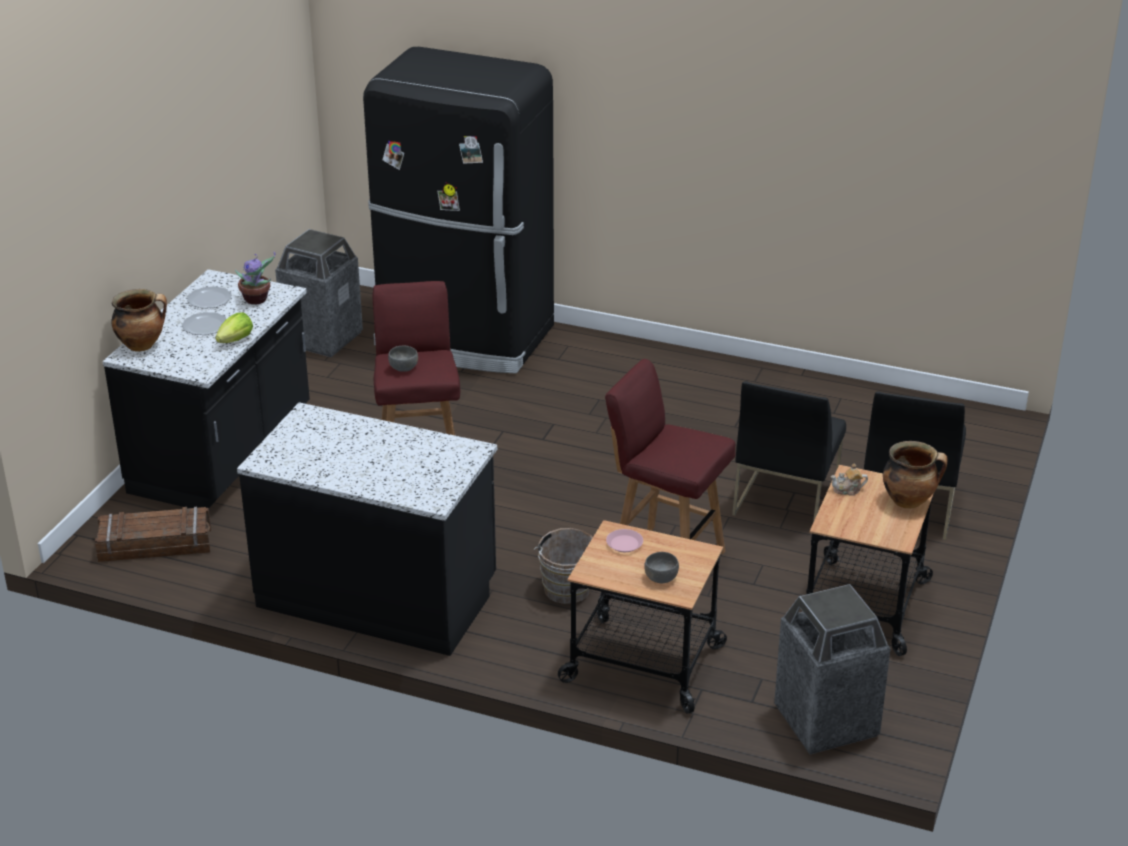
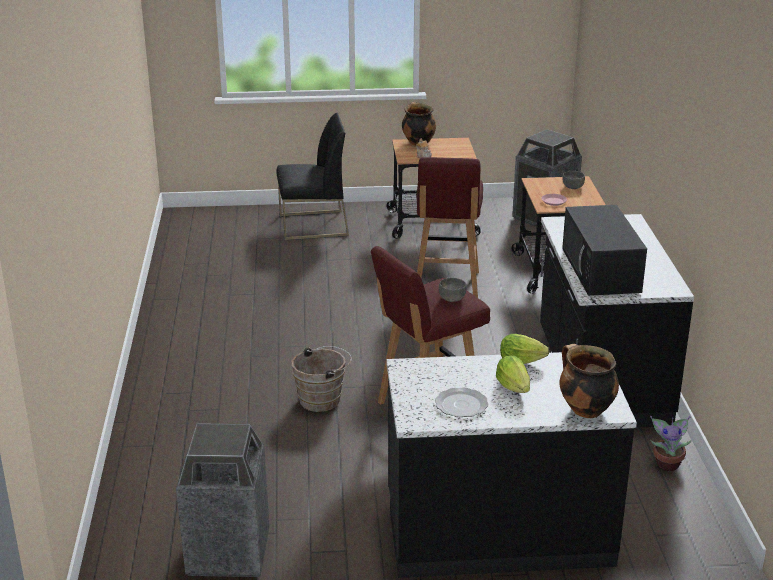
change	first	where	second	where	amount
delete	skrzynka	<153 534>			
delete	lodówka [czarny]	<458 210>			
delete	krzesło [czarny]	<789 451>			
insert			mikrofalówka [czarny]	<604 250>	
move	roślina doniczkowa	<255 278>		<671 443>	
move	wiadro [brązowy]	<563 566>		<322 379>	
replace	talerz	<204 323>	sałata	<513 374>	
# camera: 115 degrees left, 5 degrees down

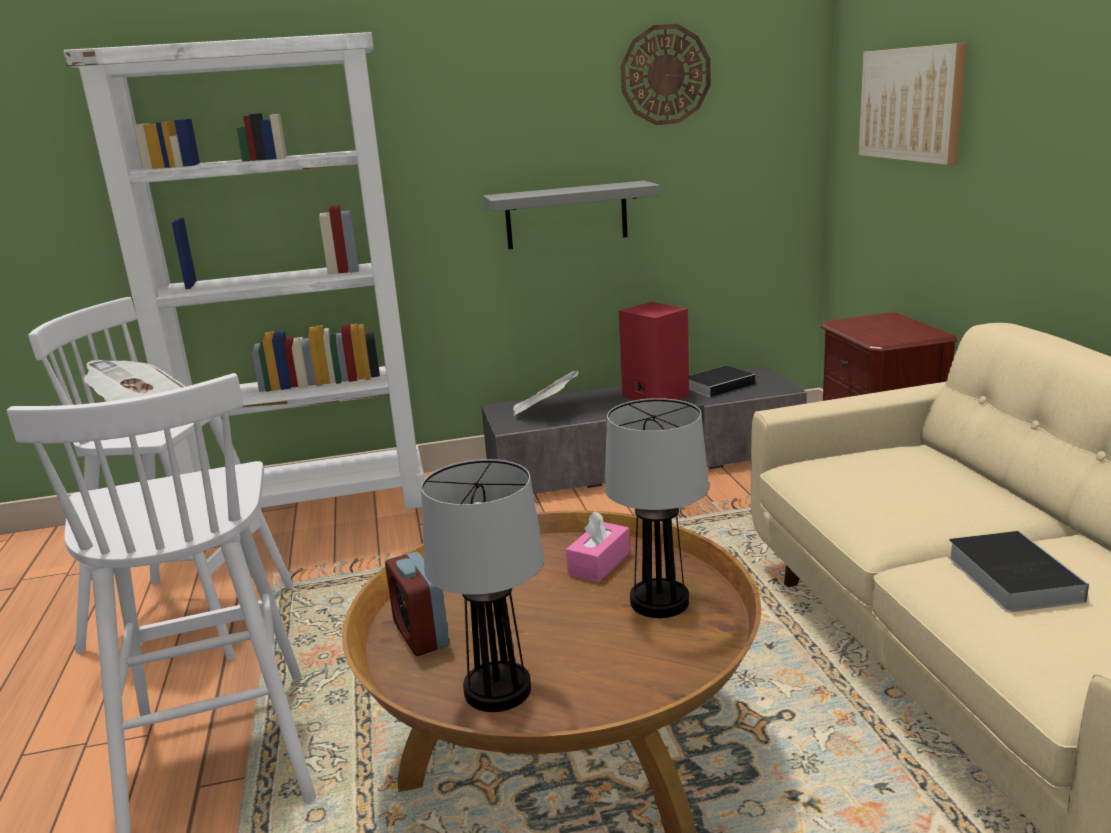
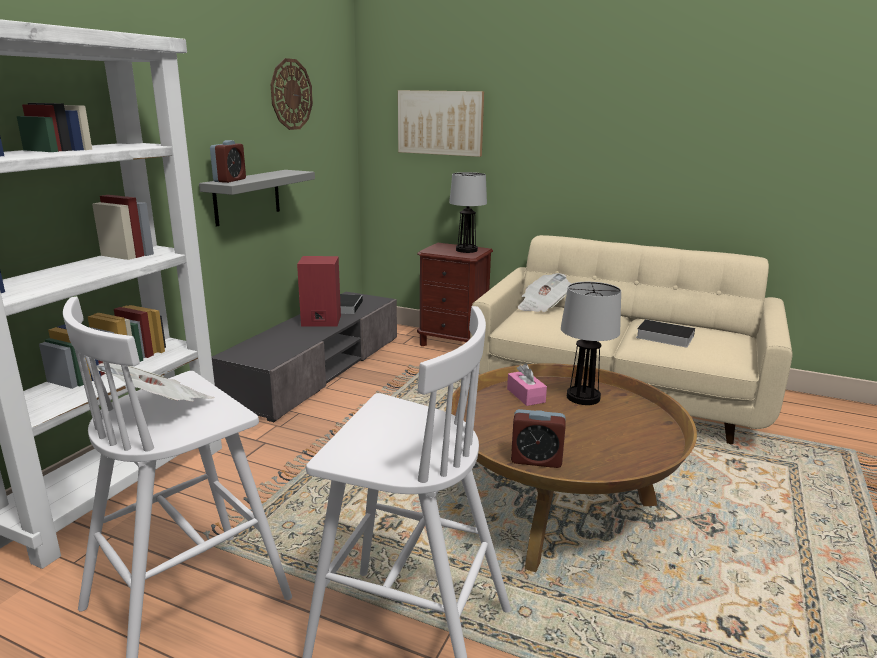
change	first	where	second	where	amount
insert			budzik	<228 161>	
move	lampa stołowa	<482 585>		<468 212>	
move	gazeta	<546 393>		<544 292>	
# camera: 55 degrees left, 0 degrees up

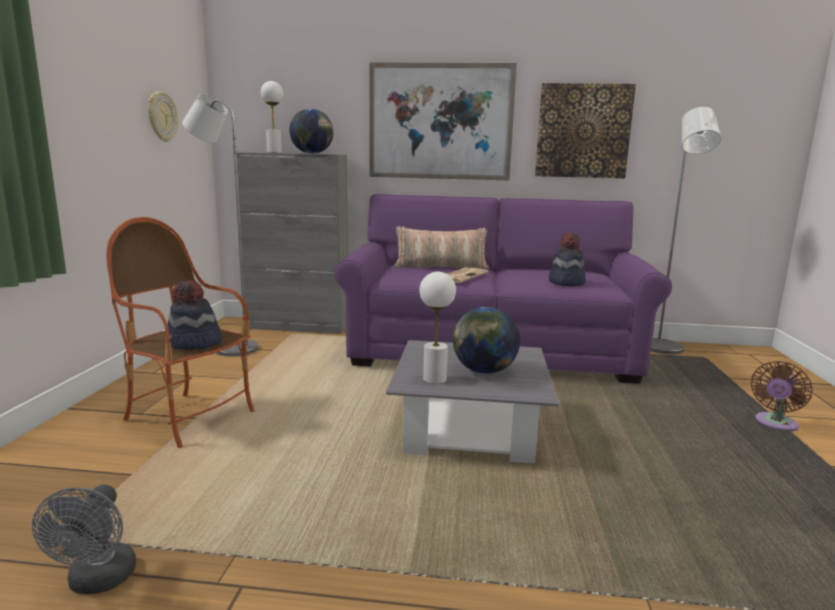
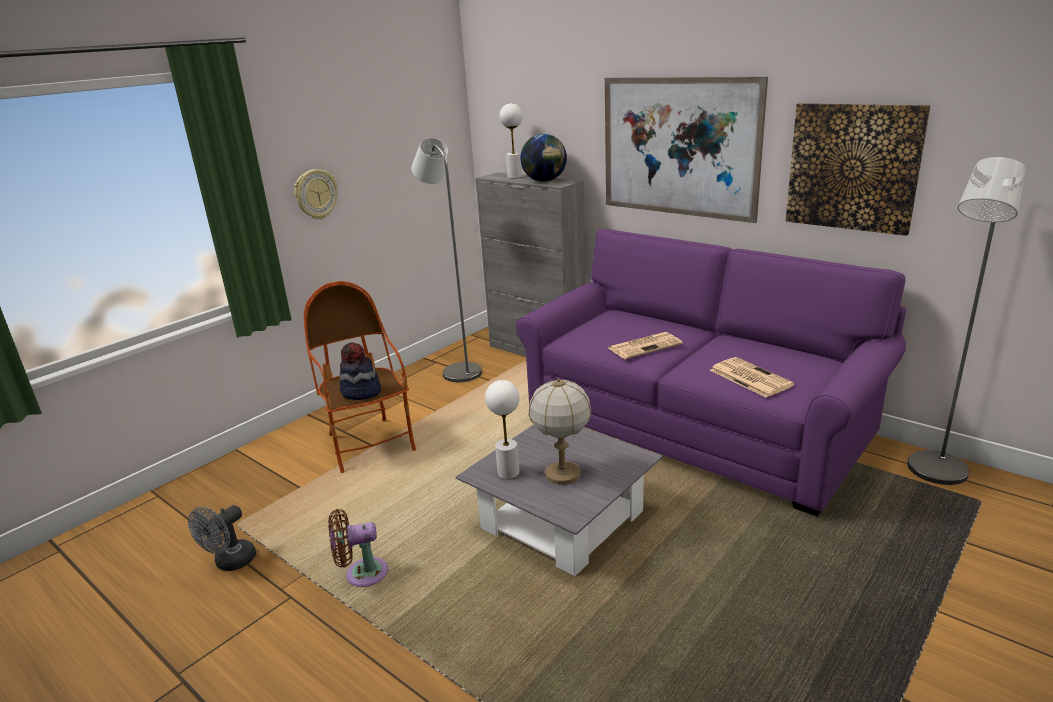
change	first	where	second	where	amount
delete	poduszka	<441 247>			
move	zegar ścienny	<163 116>		<316 194>	
move	wentylator [brązowy]	<781 396>		<358 548>	
replace	globus	<486 340>	lampa stołowa	<560 431>	
replace	kapelusz	<567 259>	gazeta	<752 377>	
# camera: 35 degrees right, 10 degrees up

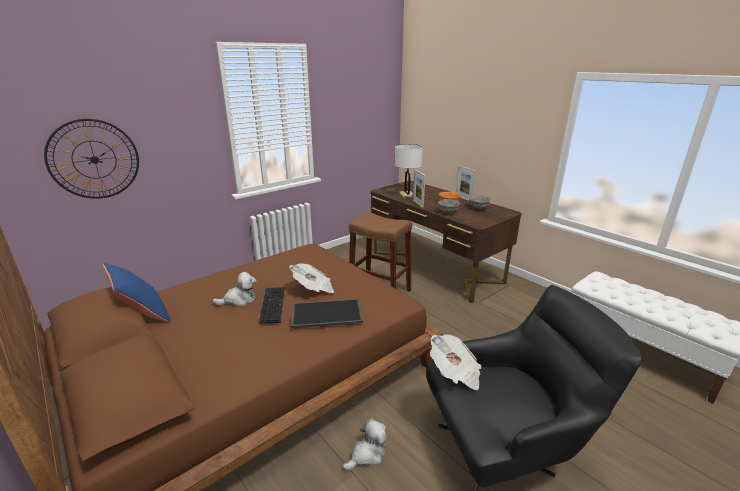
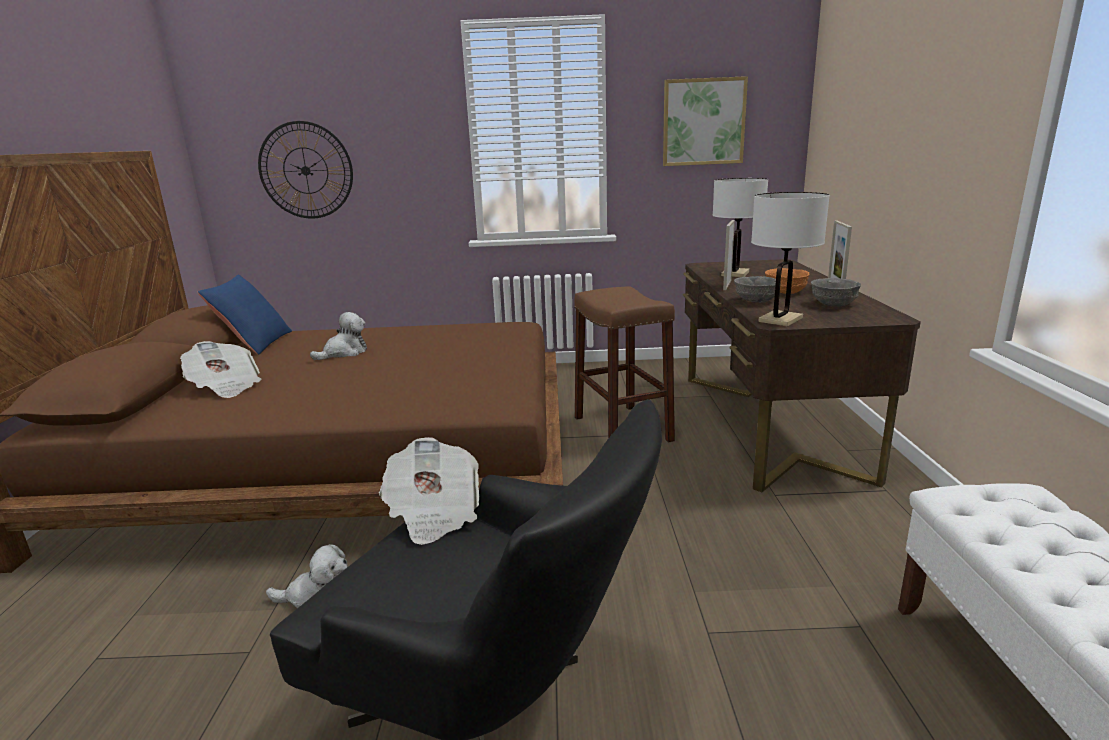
change	first	where	second	where	amount
delete	klawiatura	<272 305>			
delete	taca	<327 314>			
insert			obraz	<705 121>	
insert			lampa stołowa [biały]	<790 259>	
move	gazeta	<311 278>		<220 369>	
rotate	pluszak	<234 289>		<338 336>	60 degrees counterclockwise
# camera: 40 degrees right, 5 degrees down

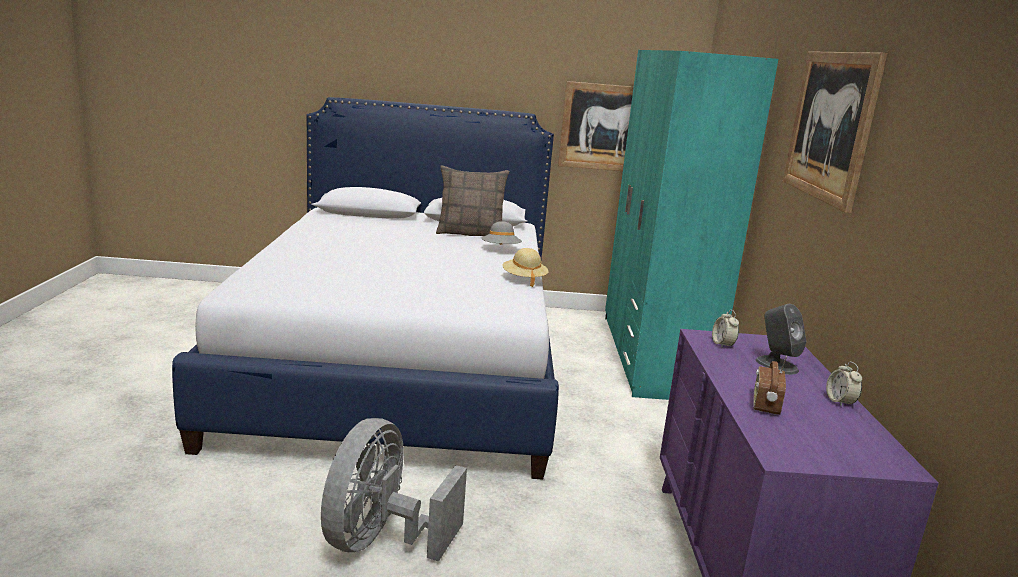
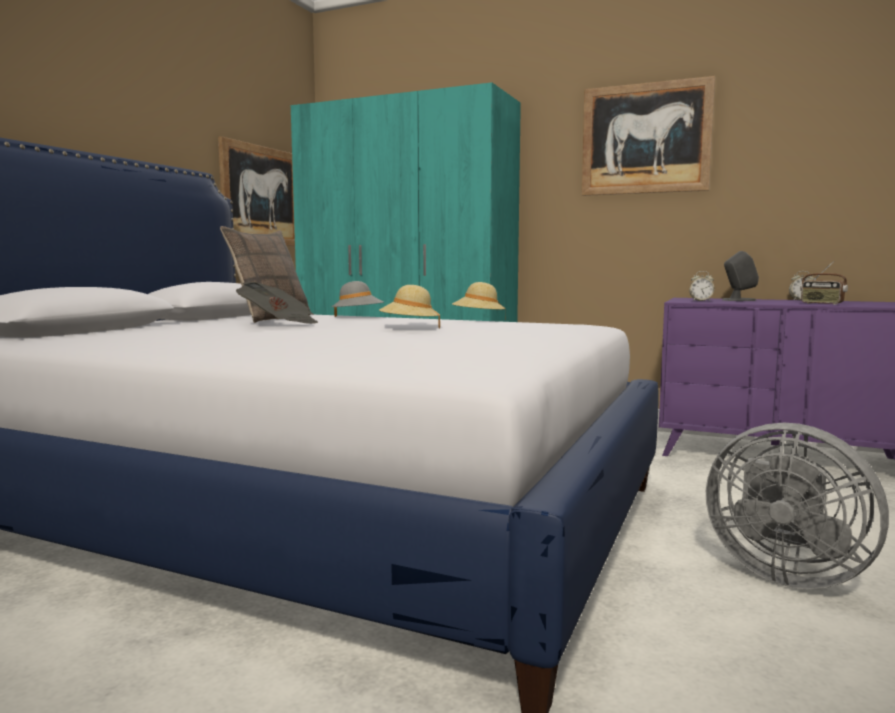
change	first	where	second	where	amount
insert			gazeta	<277 303>	
insert			kapelusz [beżowy]	<409 307>	
# camera: 65 degrees left, 10 degrees down

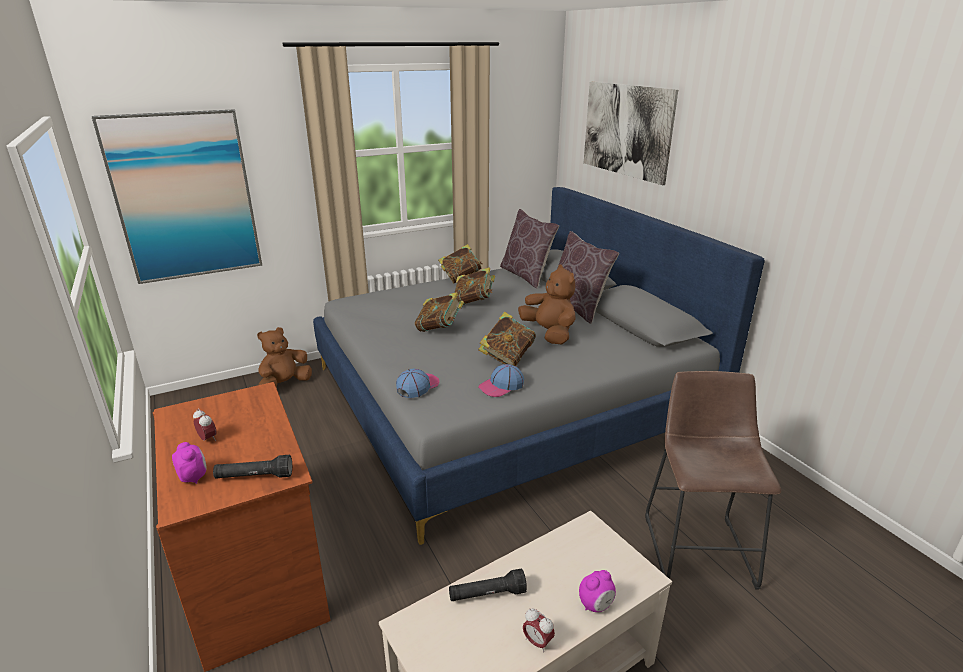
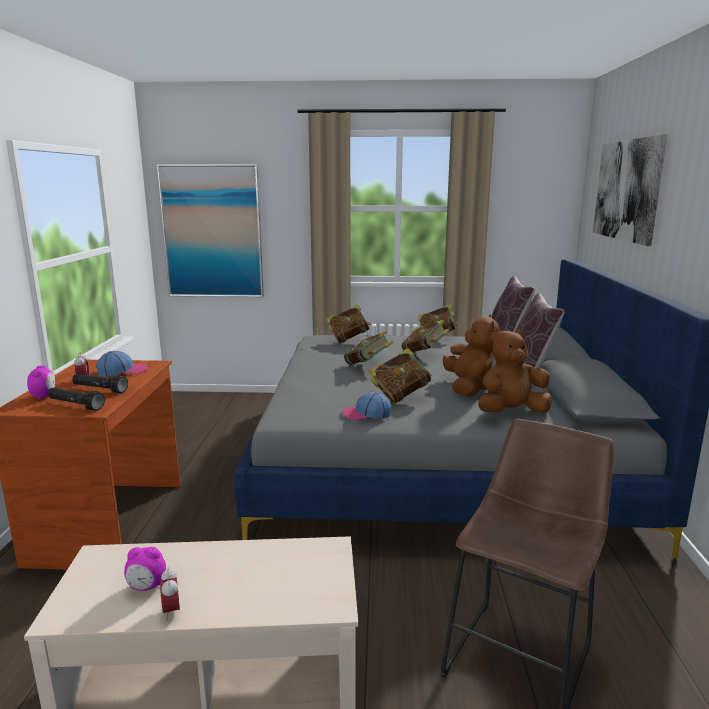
change	first	where	second	where	amount
insert			książka	<349 324>	
move	pluszak [brązowy]	<284 357>		<515 370>	
move	czapka z daszkiem	<417 383>		<121 363>	
move	latarka [czarny]	<488 585>		<100 383>	
move	budzik	<597 591>		<145 569>	
# camera: 30 degrees right, 10 degrees down

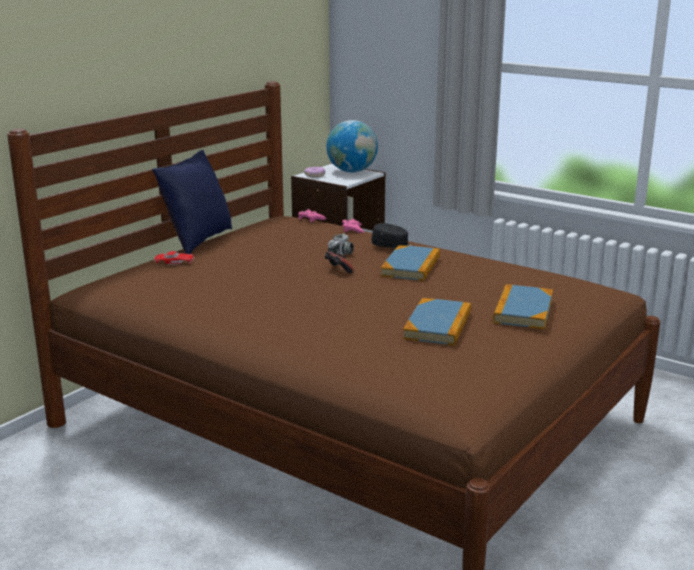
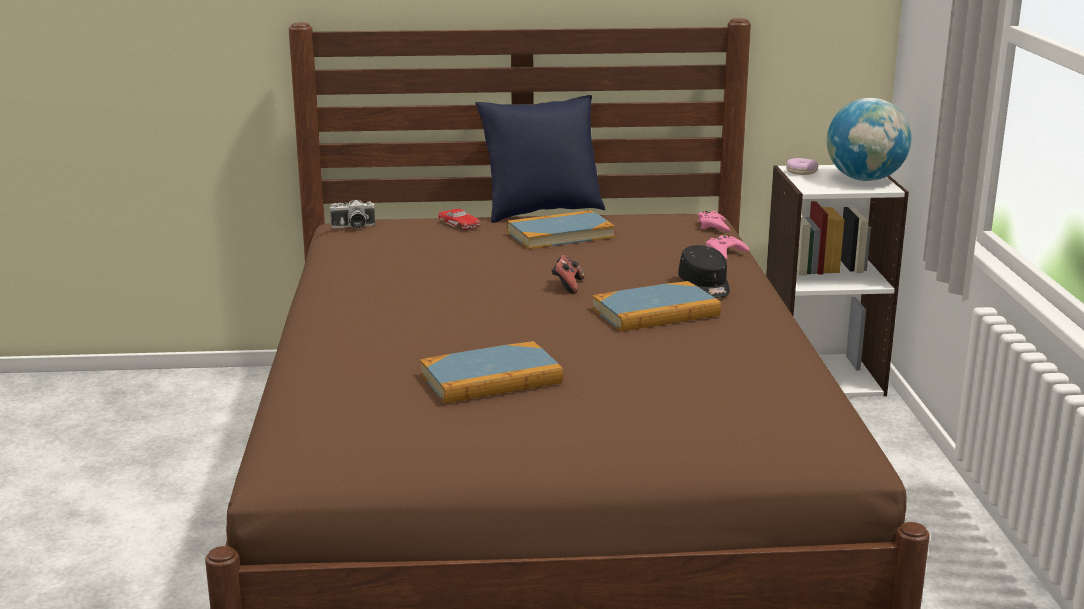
change	first	where	second	where	amount
move	aparat fotograficzny	<341 244>		<352 214>	
move	książka	<523 306>		<561 229>	
# camera: 50 degrees right, 0 degrees up

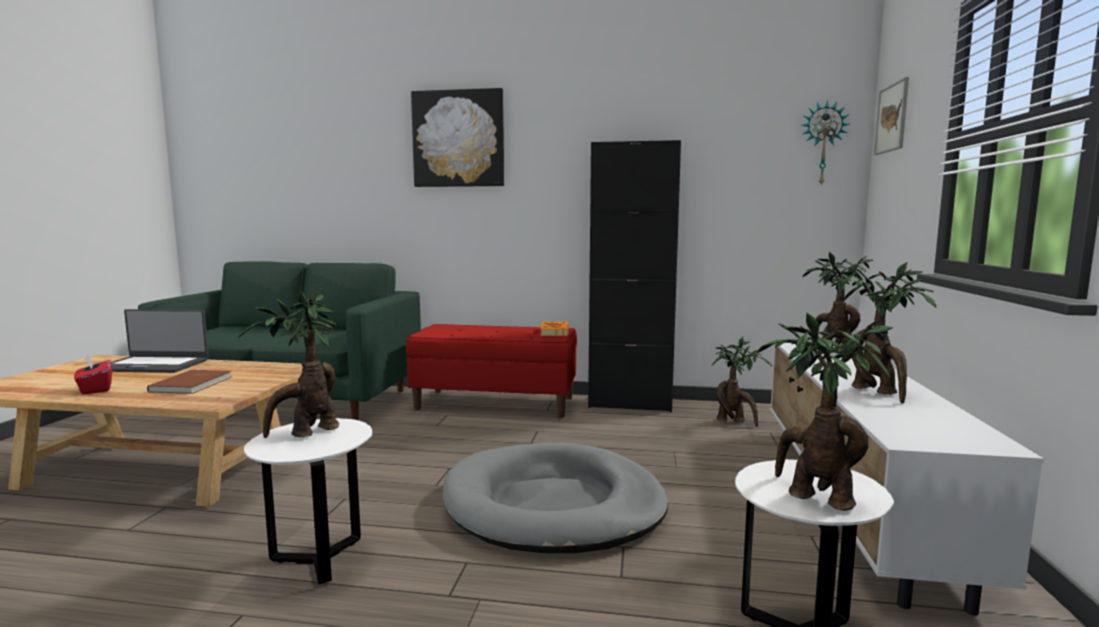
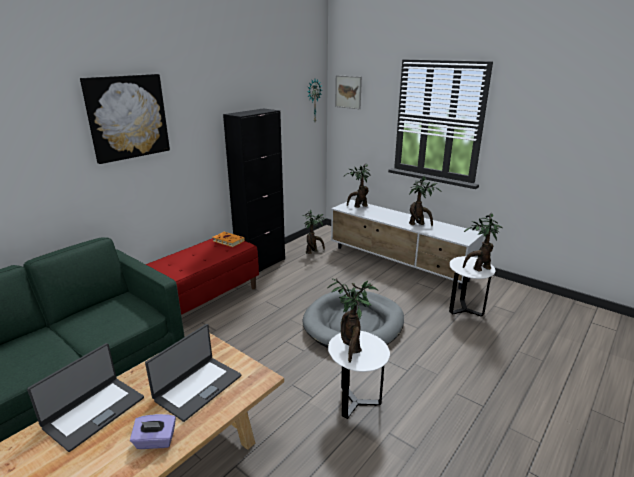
change	first	where	second	where	amount
replace	książka [brązowy]	<189 382>	laptop	<193 373>	
recolor	pudełko chusteczek [czerwony]	<93 374>	pudełko chusteczek [fioletowy]	<153 431>	
# camera: 60 degrees left, 15 degrees up

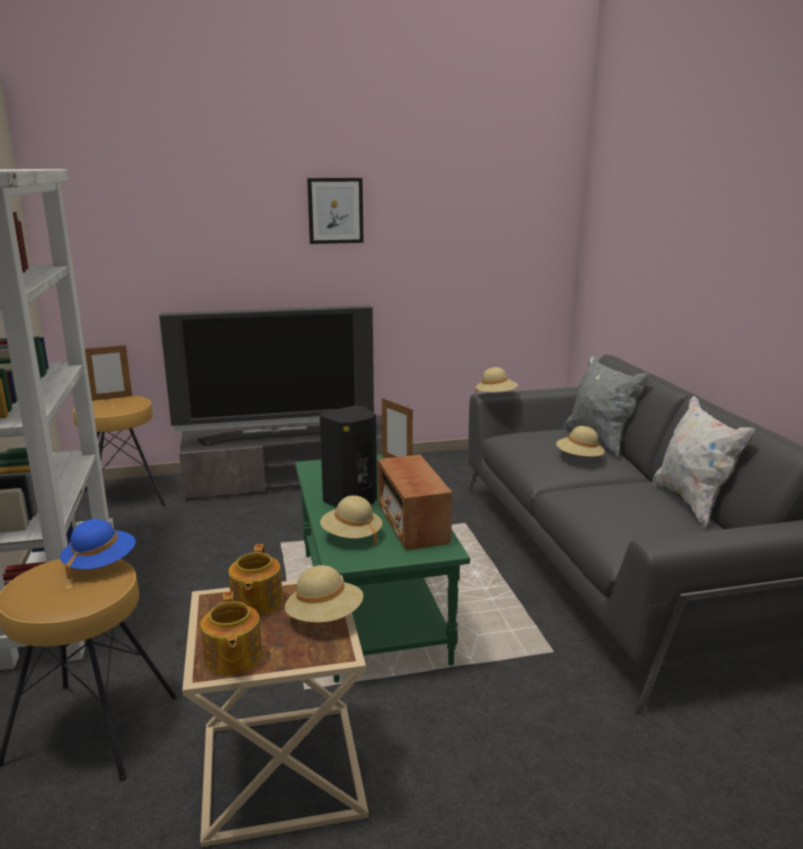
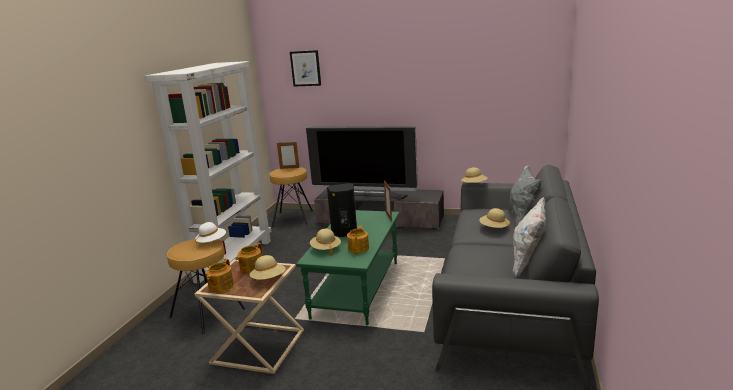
change	first	where	second	where	amount
move	obraz	<335 211>		<305 68>	
replace	radio	<415 502>	imbryk	<358 240>	
recolor	kapelusz [niebieski]	<98 549>	kapelusz [biały]	<210 232>	
# camera: 30 degrees right, 0 degrees up

